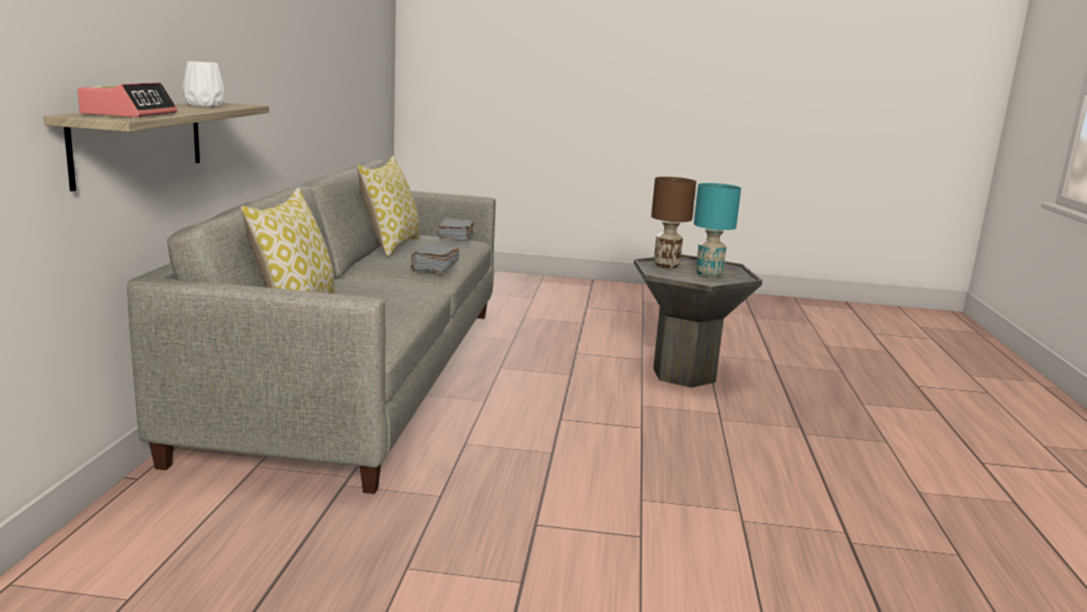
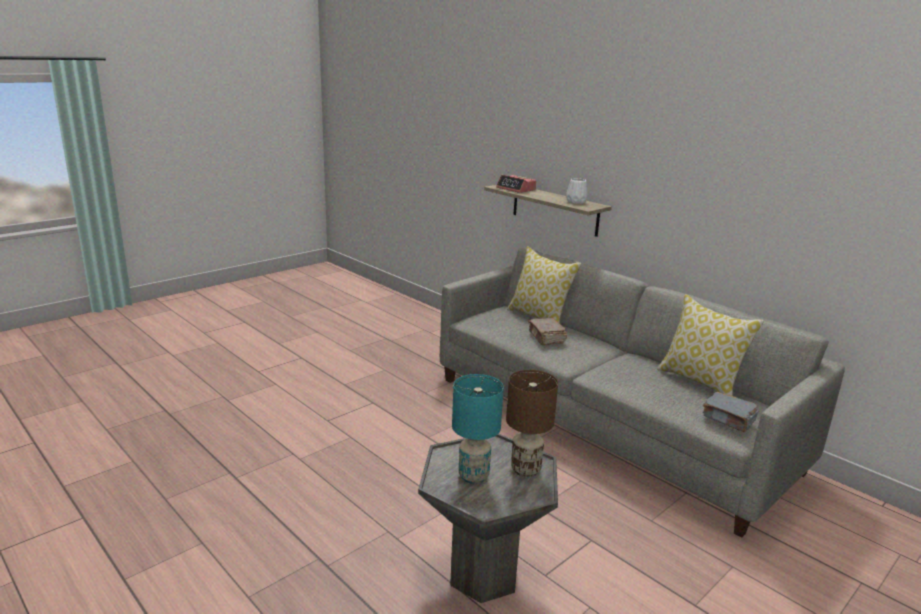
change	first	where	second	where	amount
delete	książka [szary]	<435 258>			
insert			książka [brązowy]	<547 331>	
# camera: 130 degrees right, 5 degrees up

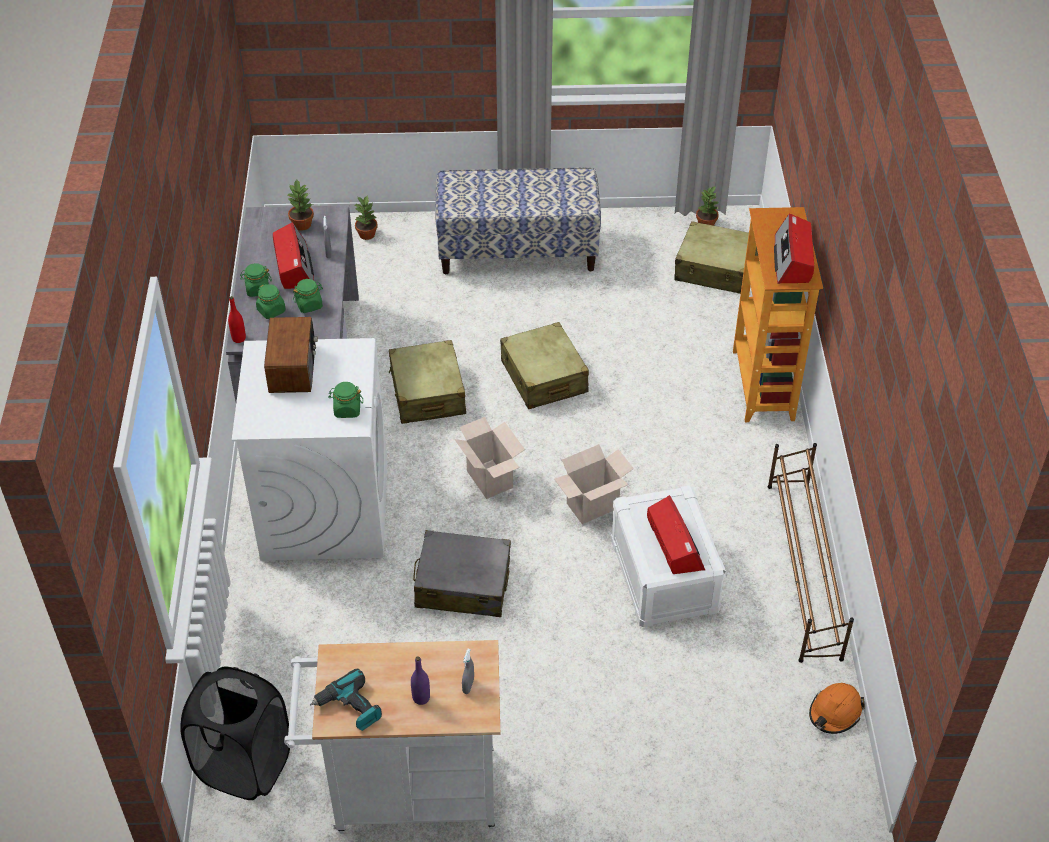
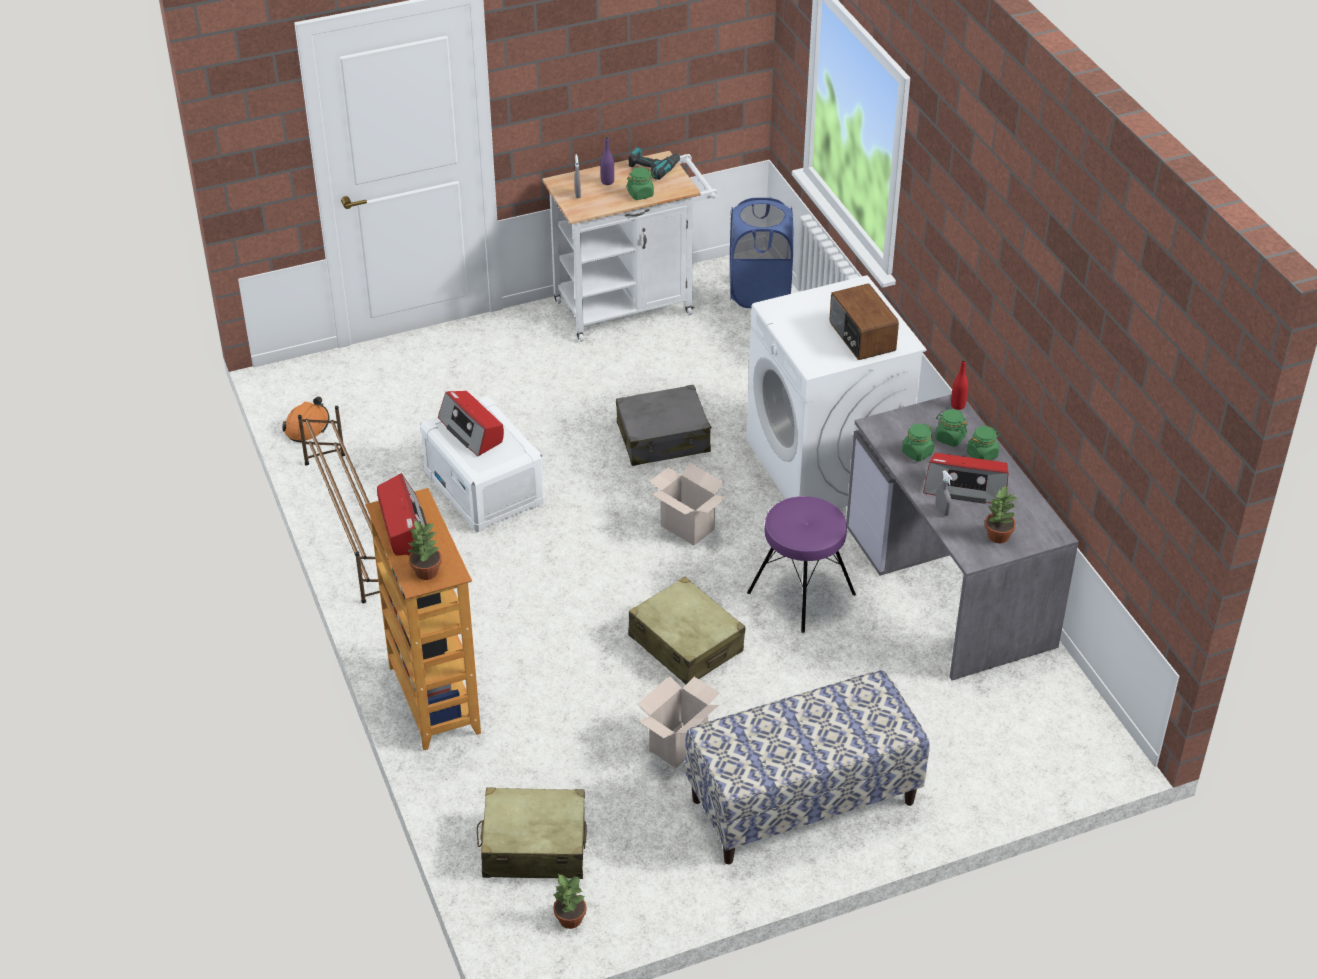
change	first	where	second	where	amount
move	słoik [zielony]	<345 400>		<640 183>	
move	roślina doniczkowa	<366 218>		<425 550>	
move	karton	<594 484>		<678 722>	
replace	walizka [beżowy]	<427 382>	stołek [fioletowy]	<801 564>	
recolor	kosz na pranie [czarny]	<235 733>	kosz na pranie [niebieski]	<761 252>	
rotate	radio	<293 256>		<965 478>	45 degrees counterclockwise
# camera: 160 degrees right, 5 degrees down

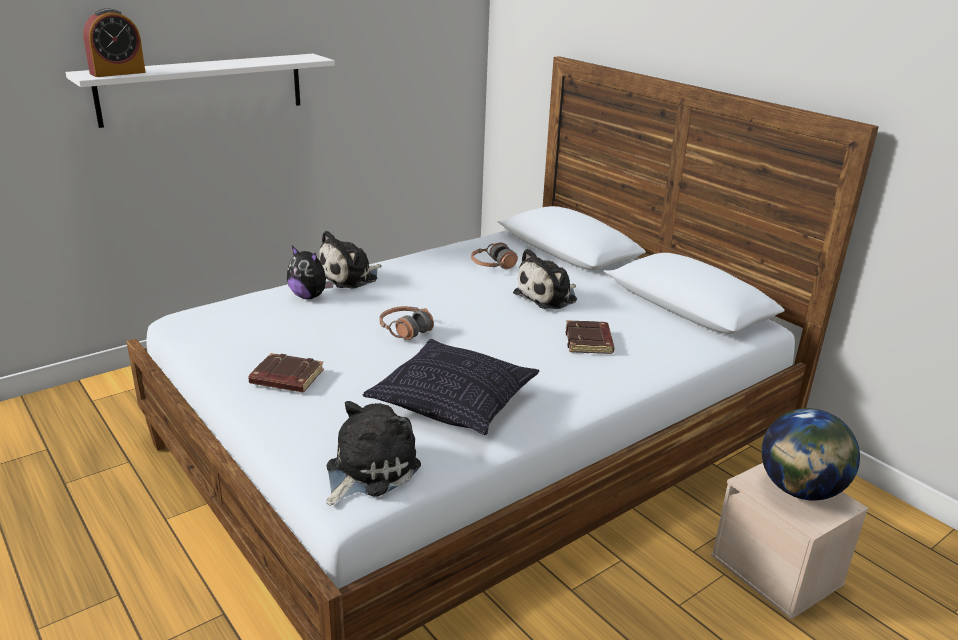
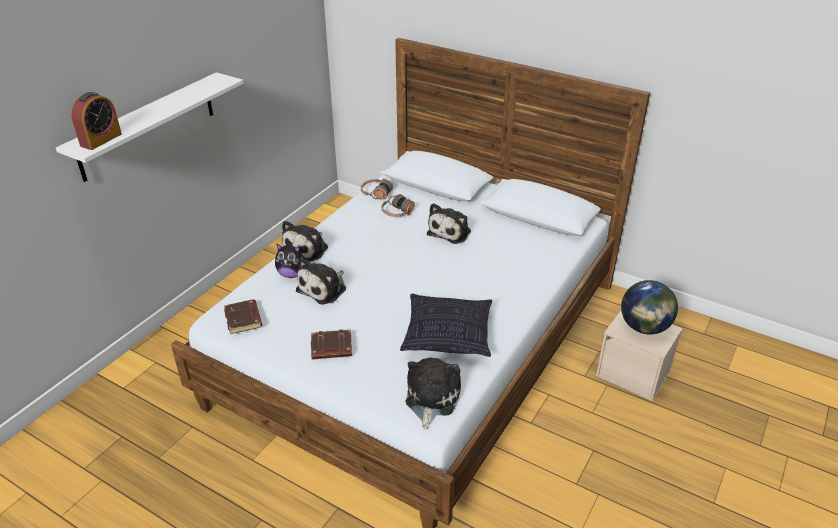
change	first	where	second	where	amount
insert			pluszak	<321 281>	
move	słuchawki	<406 323>		<377 189>	
move	książka [brązowy]	<590 337>		<243 316>	
# camera: 20 degrees left, 10 degrees up

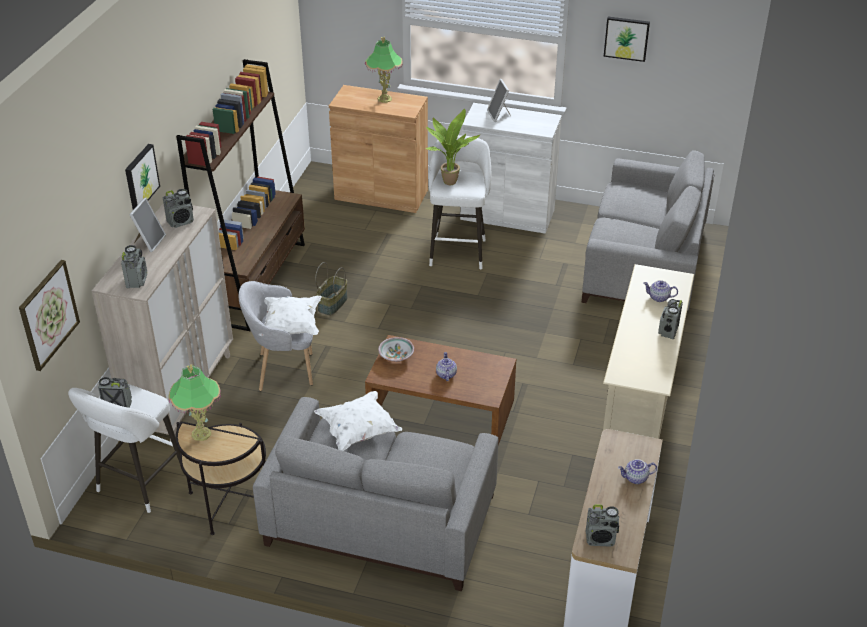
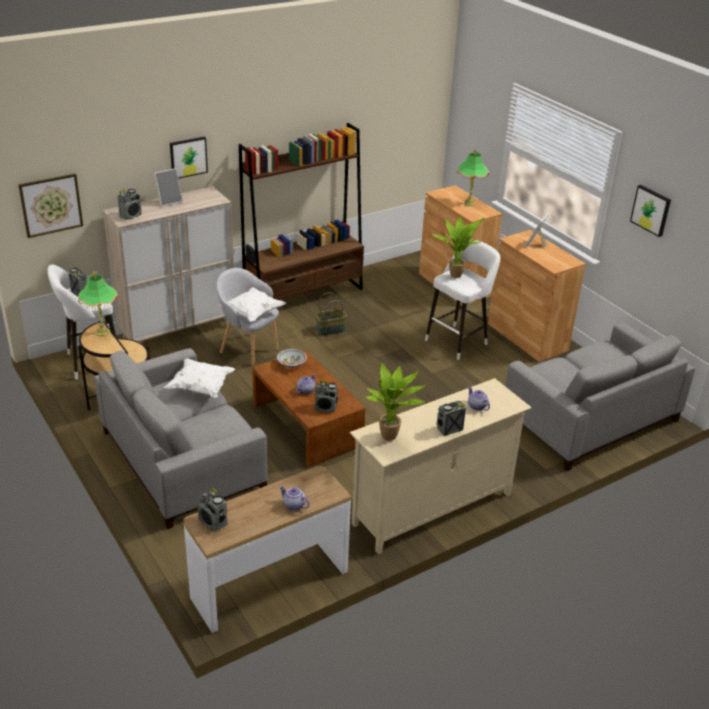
change	first	where	second	where	amount
insert			roślina doniczkowa	<396 402>	
move	radio	<178 208>		<326 396>	
recolor	szafka [biały]	<511 168>	szafka [brązowy]	<537 296>	
# camera: 40 degrees right, 5 degrees down

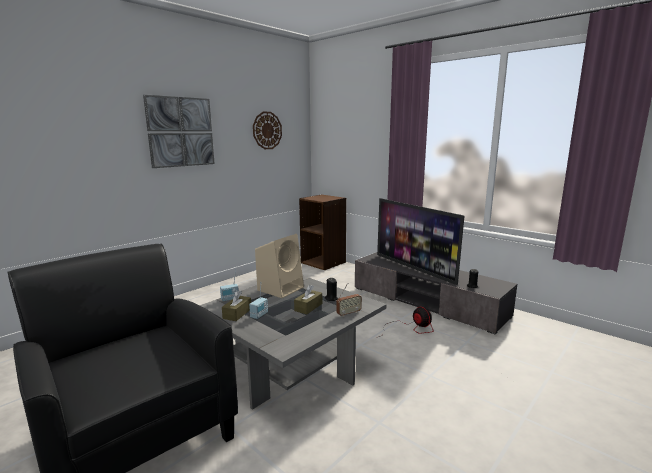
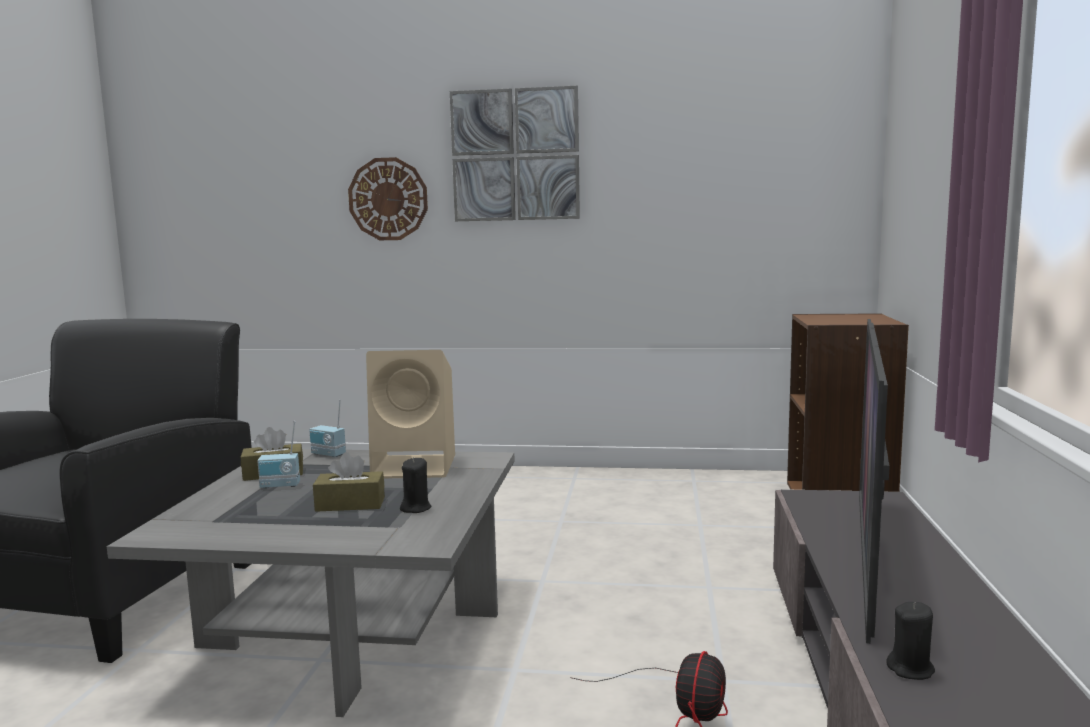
change	first	where	second	where	amount
delete	radio	<349 300>			
move	zegar ścienny	<267 130>		<388 198>	
# camera: 55 degrees right, 5 degrees down

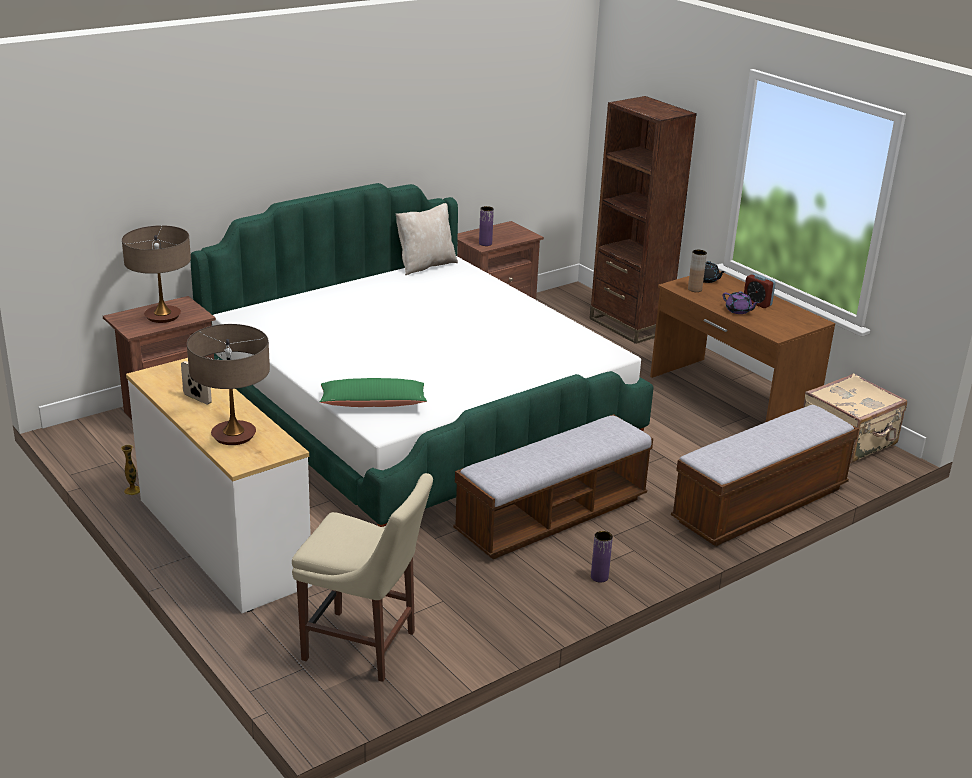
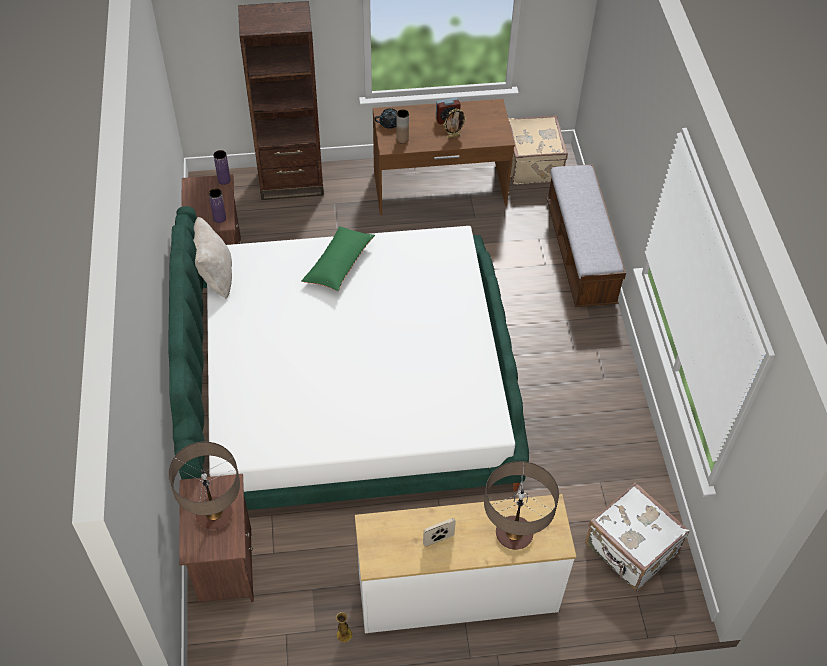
change	first	where	second	where	amount
delete	ławka	<553 486>			
move	poduszka [zielony]	<373 392>		<338 258>	
move	wazon [fioletowy]	<602 557>		<222 167>	
replace	krzesło [beżowy]	<362 577>	walizka [biały]	<637 537>	
replace	imbryk [fioletowy]	<741 302>	ramka na zdjęcie	<454 123>	
# camera: 60 degrees left, 25 degrees up

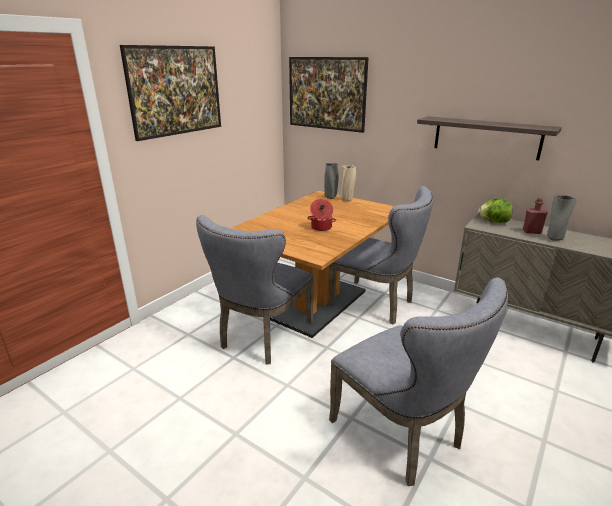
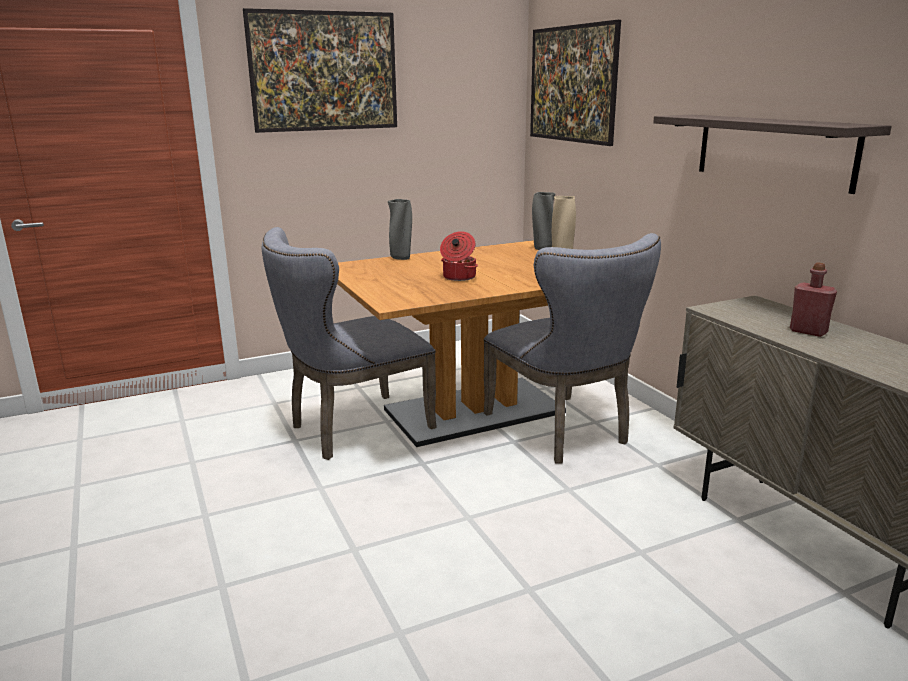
change	first	where	second	where	amount
delete	krzesło [szary]	<418 381>			
delete	sałata	<495 210>			
move	wazon [szary]	<562 218>		<400 229>	
# camera: 30 degrees right, 5 degrees down

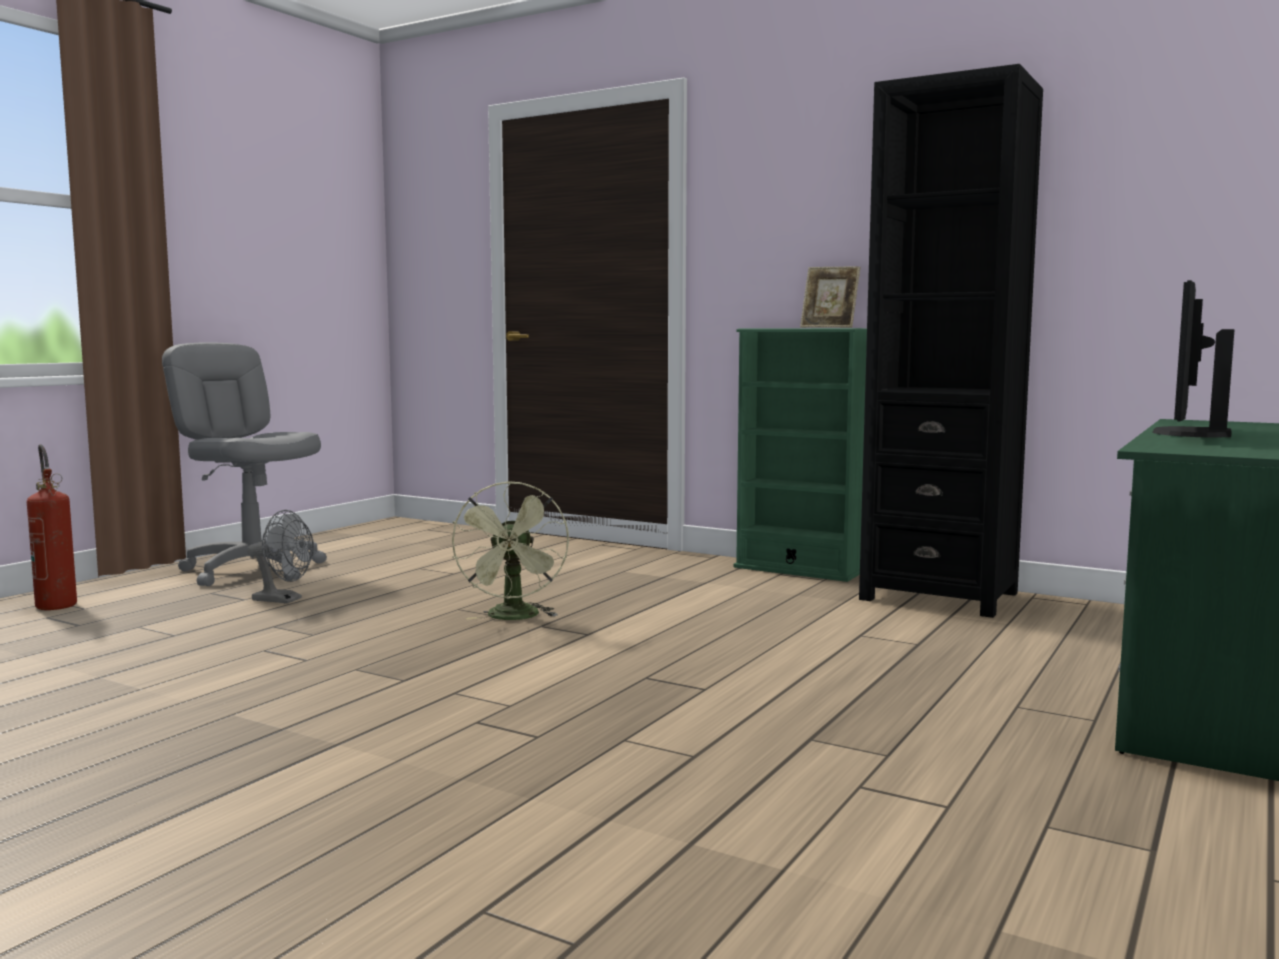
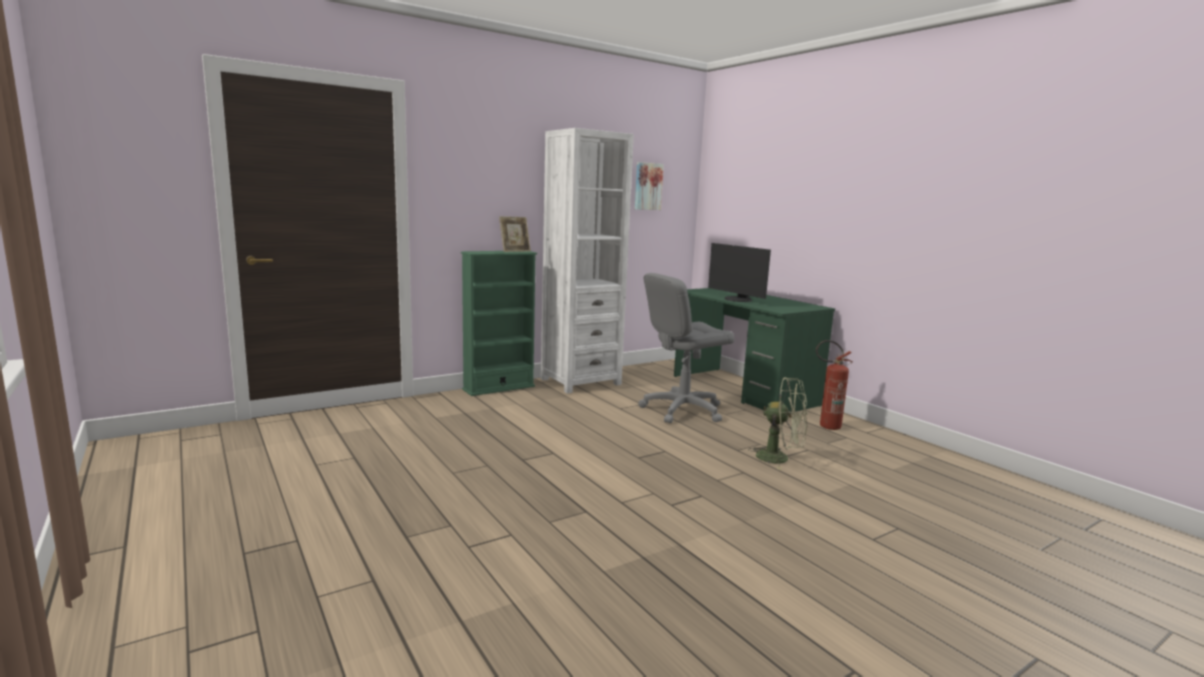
change	first	where	second	where	amount
delete	wentylator [szary]	<280 557>			
insert			obraz	<649 186>	
move	gaśnica	<52 527>		<834 385>	
move	krzesło biurowe [szary]	<244 464>		<686 348>	
move	wentylator [zielony]	<510 550>		<777 423>	
recolor	regał [czarny]	<951 341>	regał [biały]	<587 261>	
# camera: 65 degrees left, 5 degrees up

